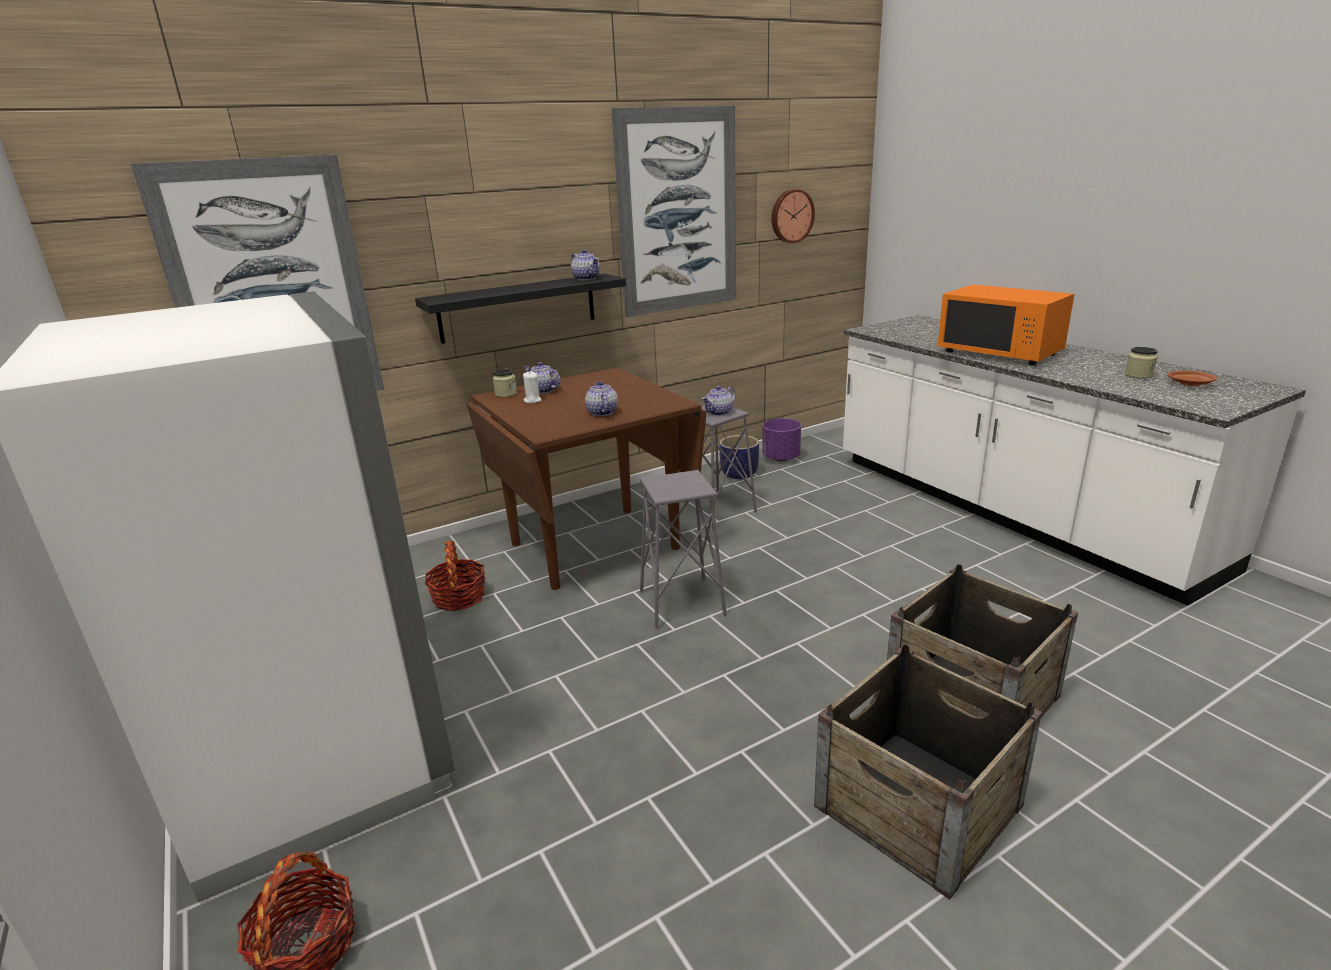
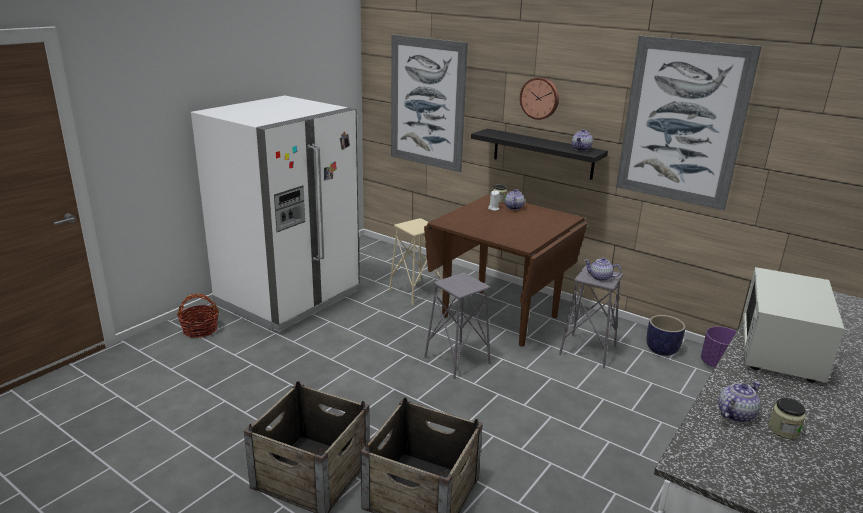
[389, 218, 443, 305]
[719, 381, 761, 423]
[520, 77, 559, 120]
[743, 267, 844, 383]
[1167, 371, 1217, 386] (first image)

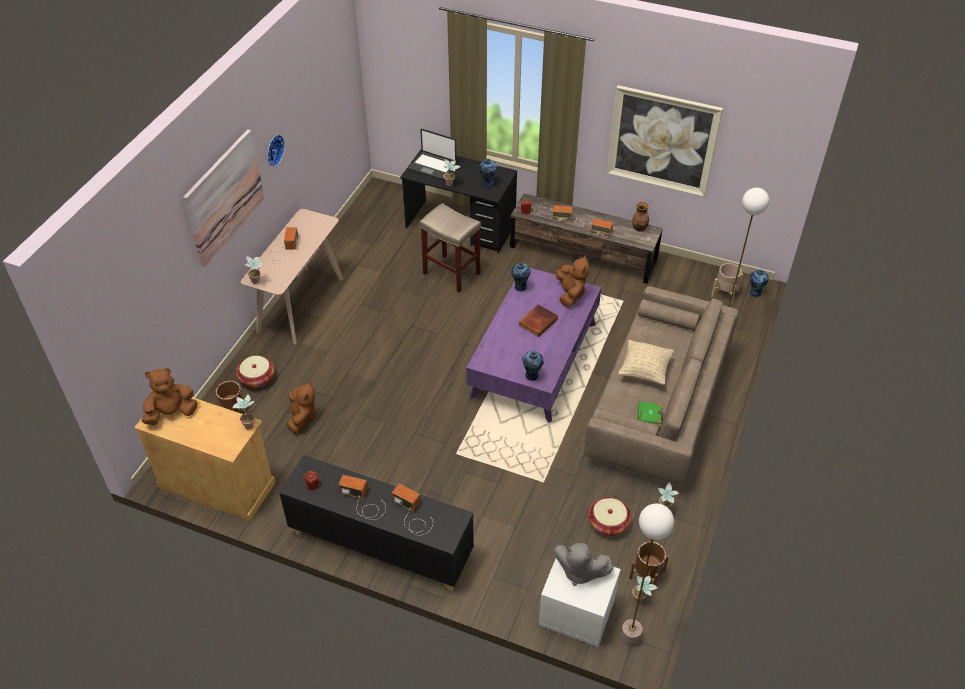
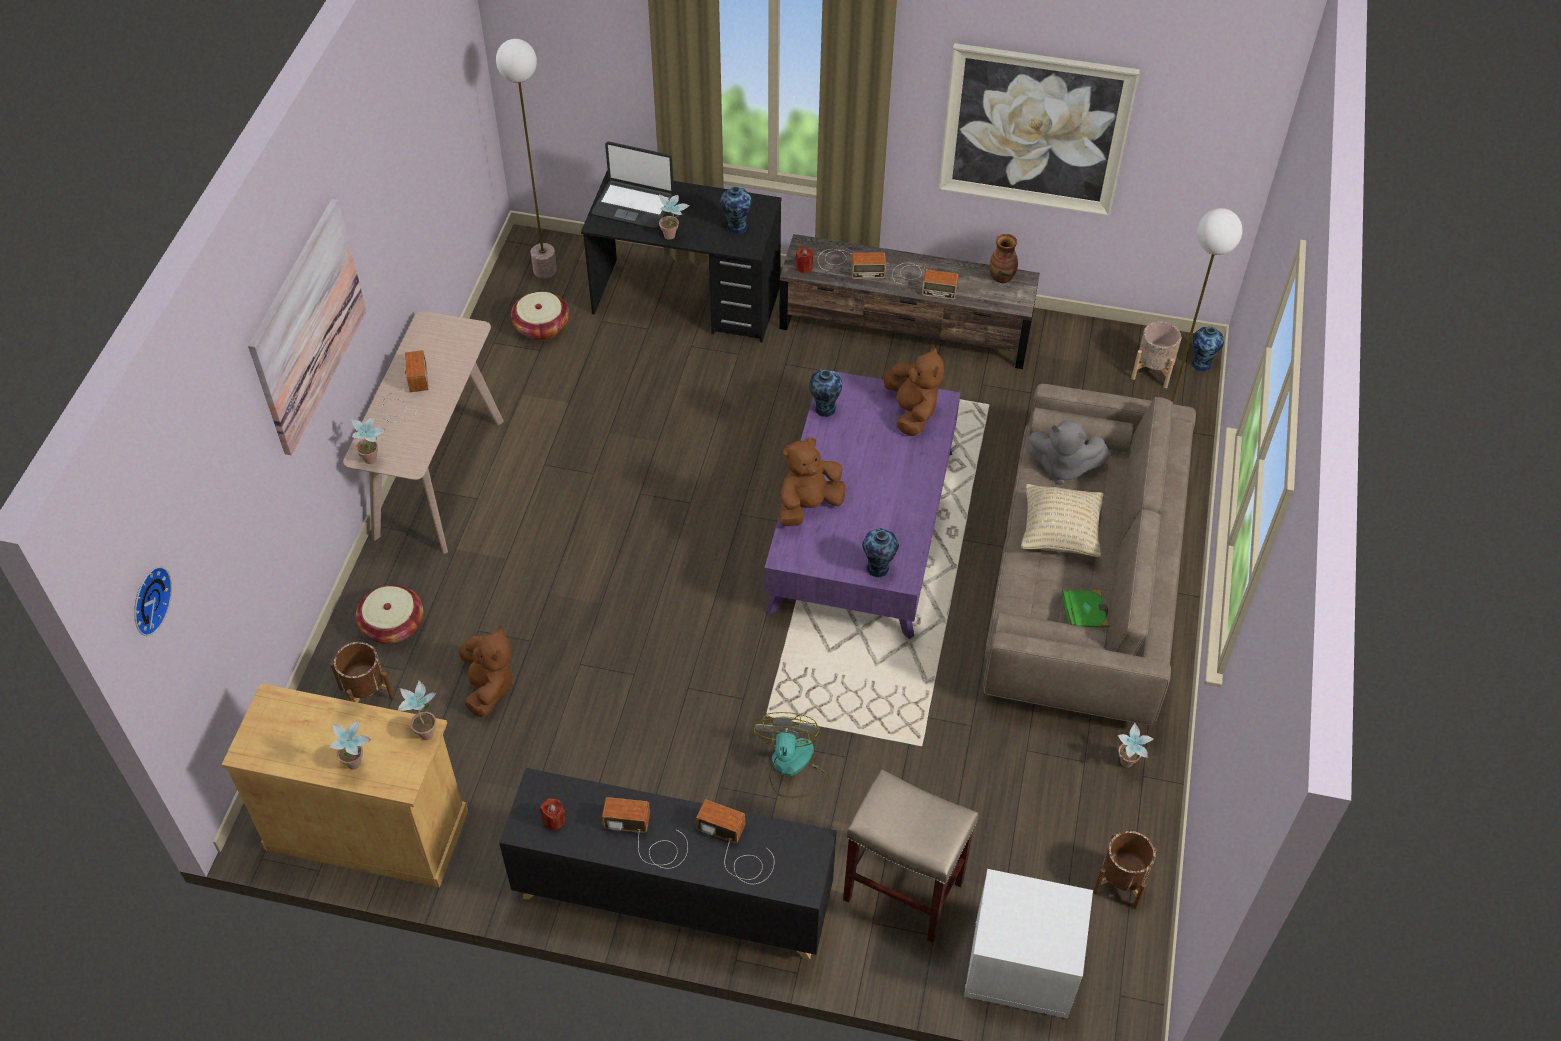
[779, 437, 845, 526]
[134, 566, 172, 636]
[843, 769, 979, 943]
[519, 305, 558, 337] (first image)
[1027, 420, 1111, 484]
[511, 292, 569, 341]
[496, 39, 557, 278]
[330, 721, 371, 770]
[753, 712, 830, 798]

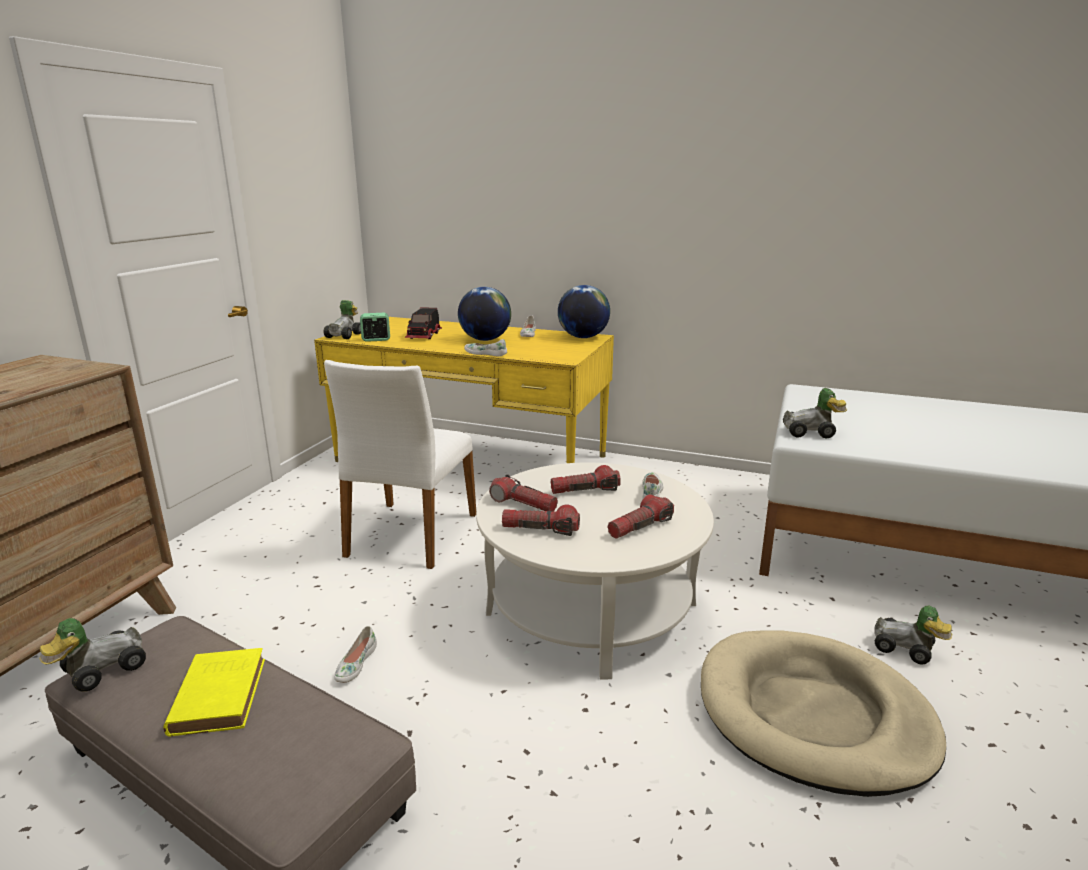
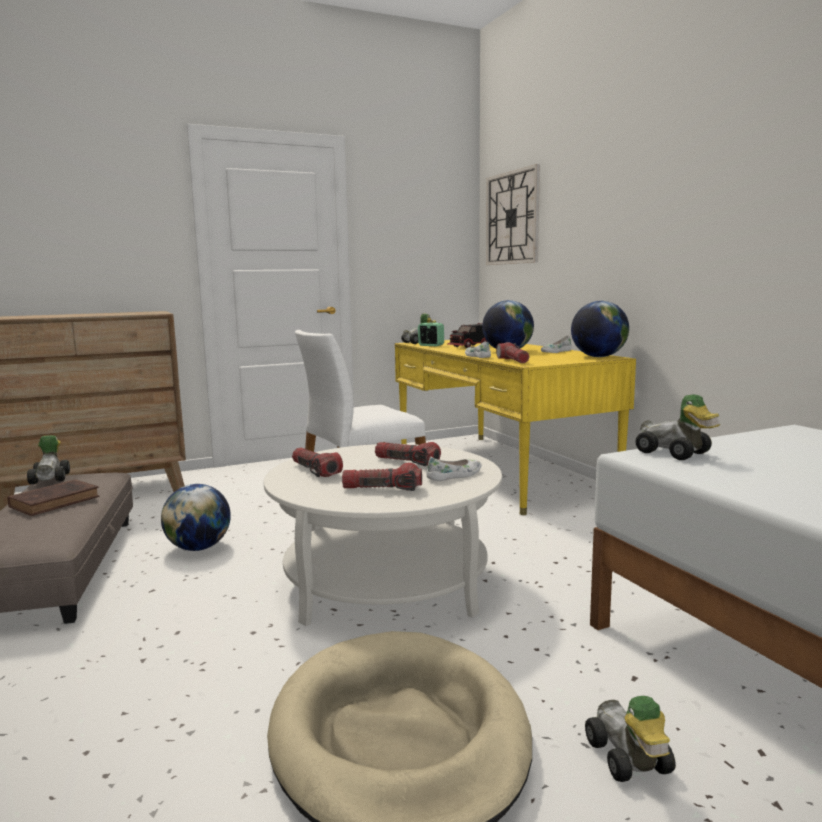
[27, 435, 70, 484]
[7, 479, 100, 516]
[161, 484, 231, 551]
[496, 342, 529, 363]
[486, 164, 540, 265]

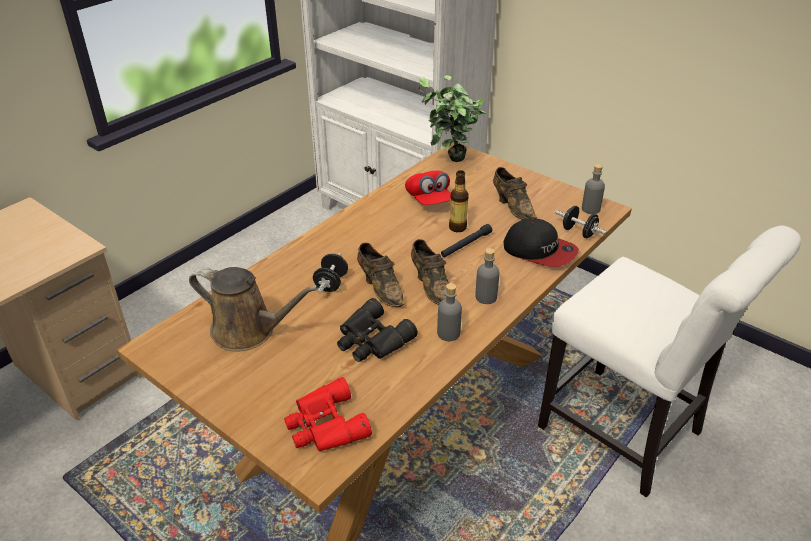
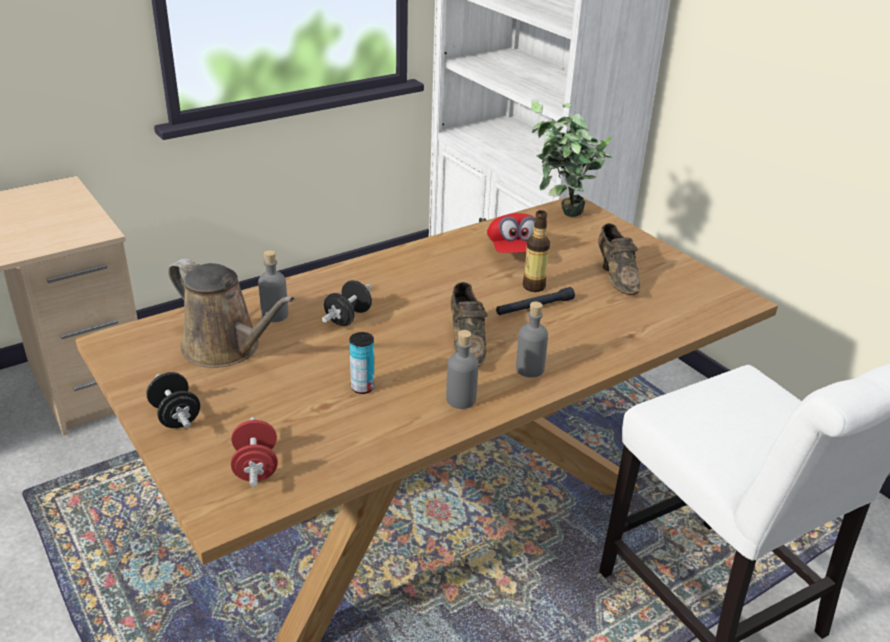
[231, 417, 278, 487]
[349, 332, 374, 394]
[357, 243, 404, 307] (first image)
[504, 218, 579, 267] (first image)
[146, 372, 200, 428]
[258, 250, 288, 322]

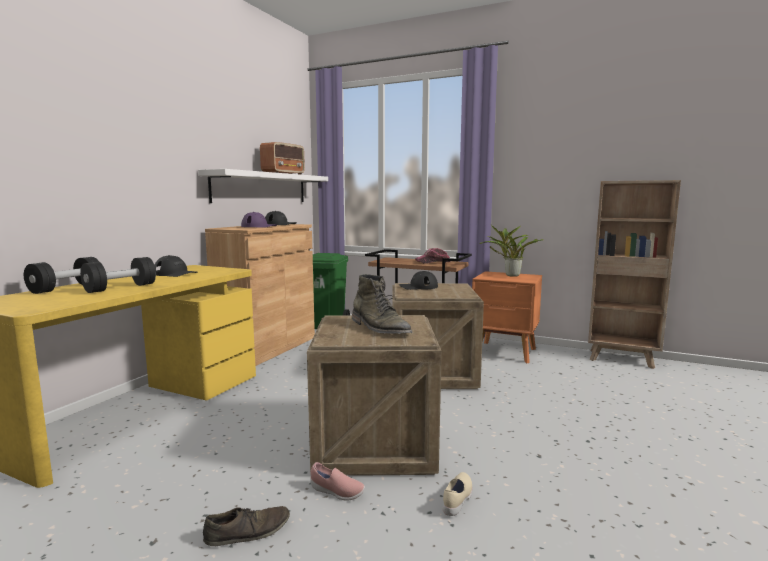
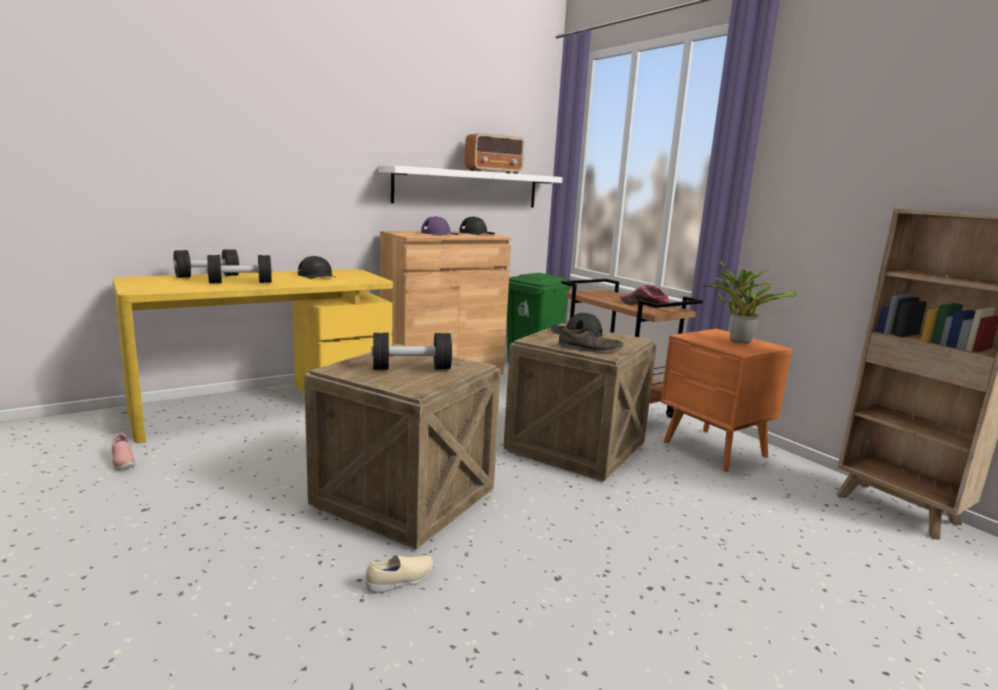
[558, 327, 624, 353]
[112, 433, 135, 470]
[371, 333, 452, 370]

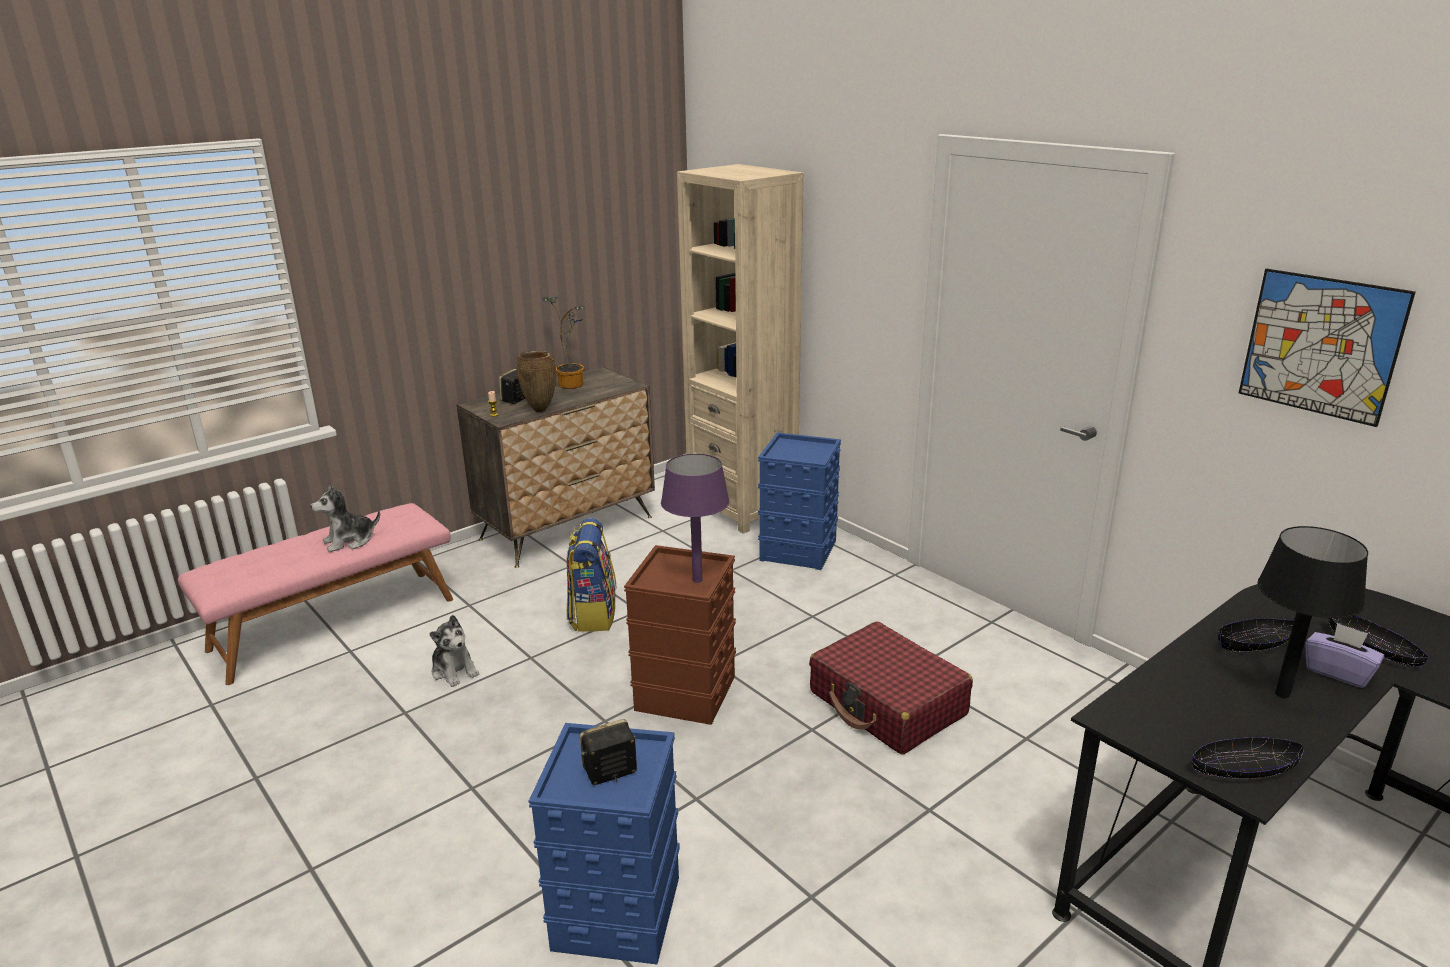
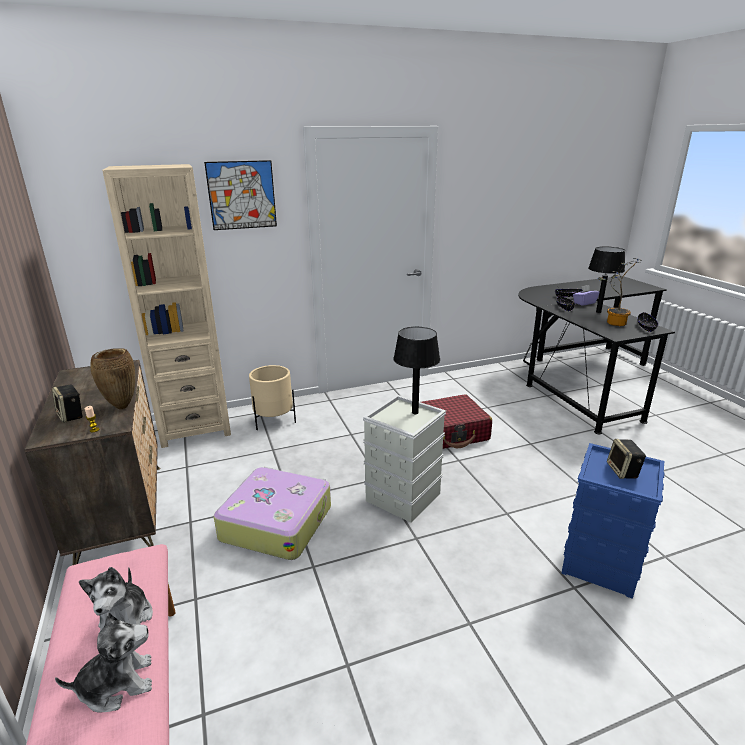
[55, 613, 152, 713]
[598, 258, 640, 326]
[214, 467, 331, 560]
[363, 395, 446, 523]
[393, 327, 440, 414]
[249, 365, 296, 430]
[204, 160, 277, 230]

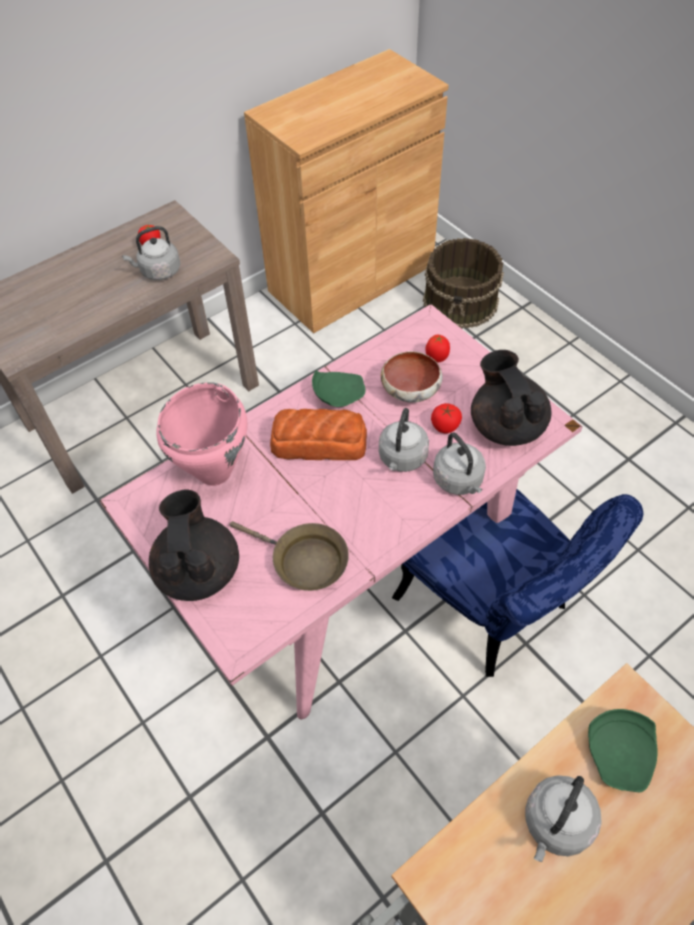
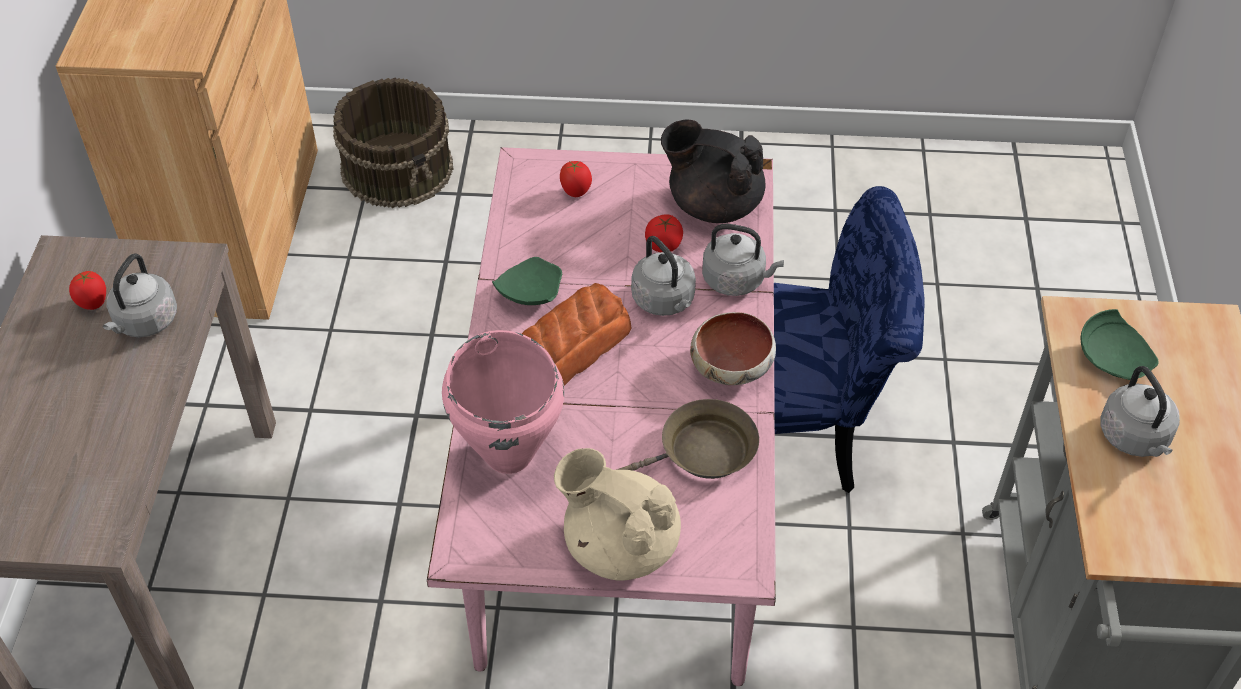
[554, 448, 681, 581]
[690, 312, 776, 385]

